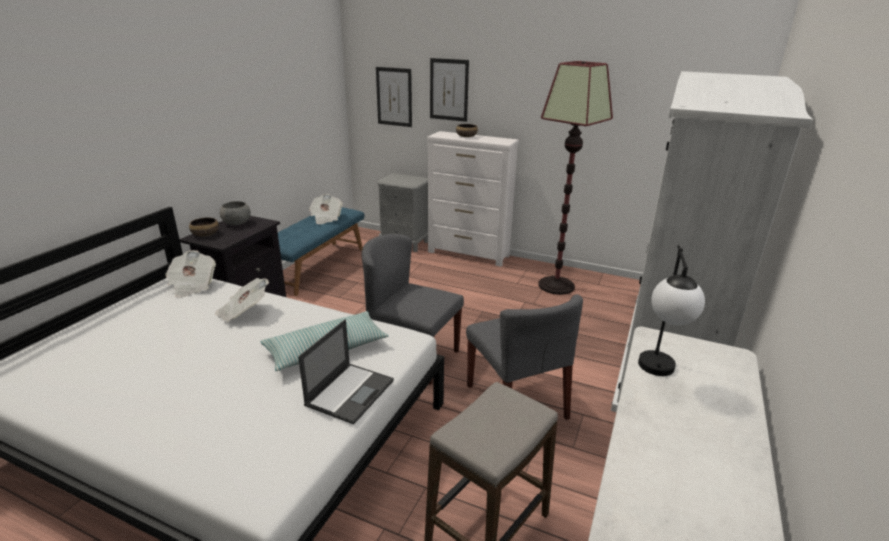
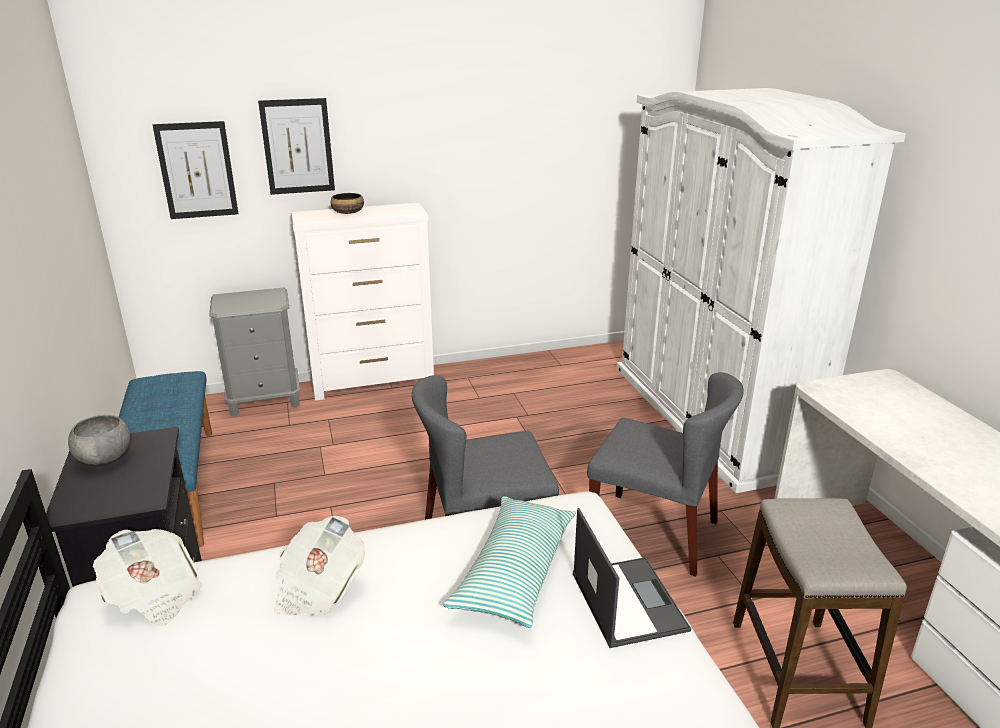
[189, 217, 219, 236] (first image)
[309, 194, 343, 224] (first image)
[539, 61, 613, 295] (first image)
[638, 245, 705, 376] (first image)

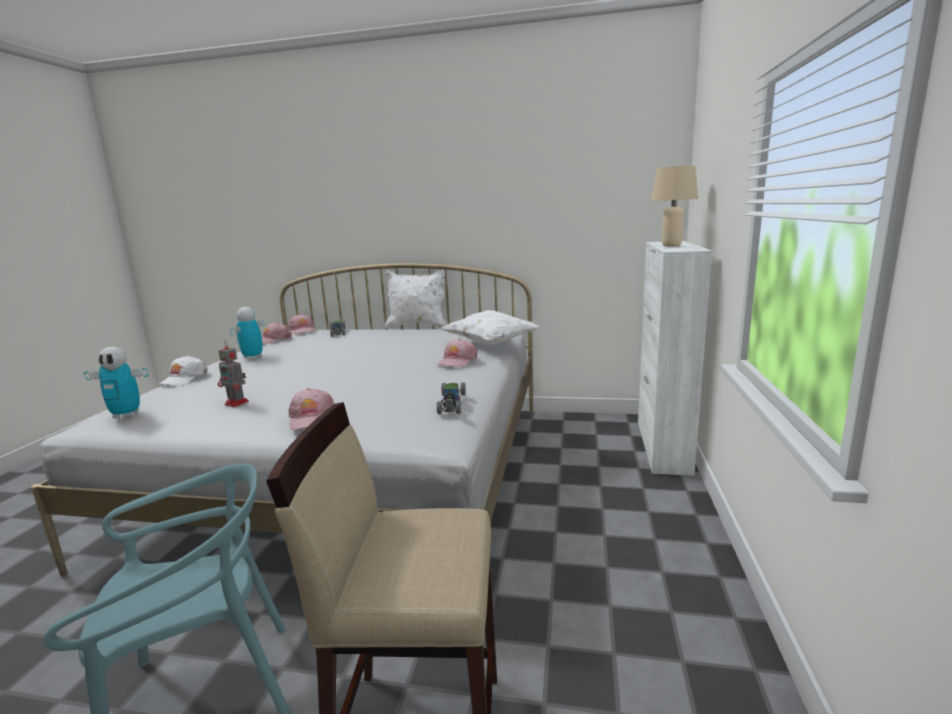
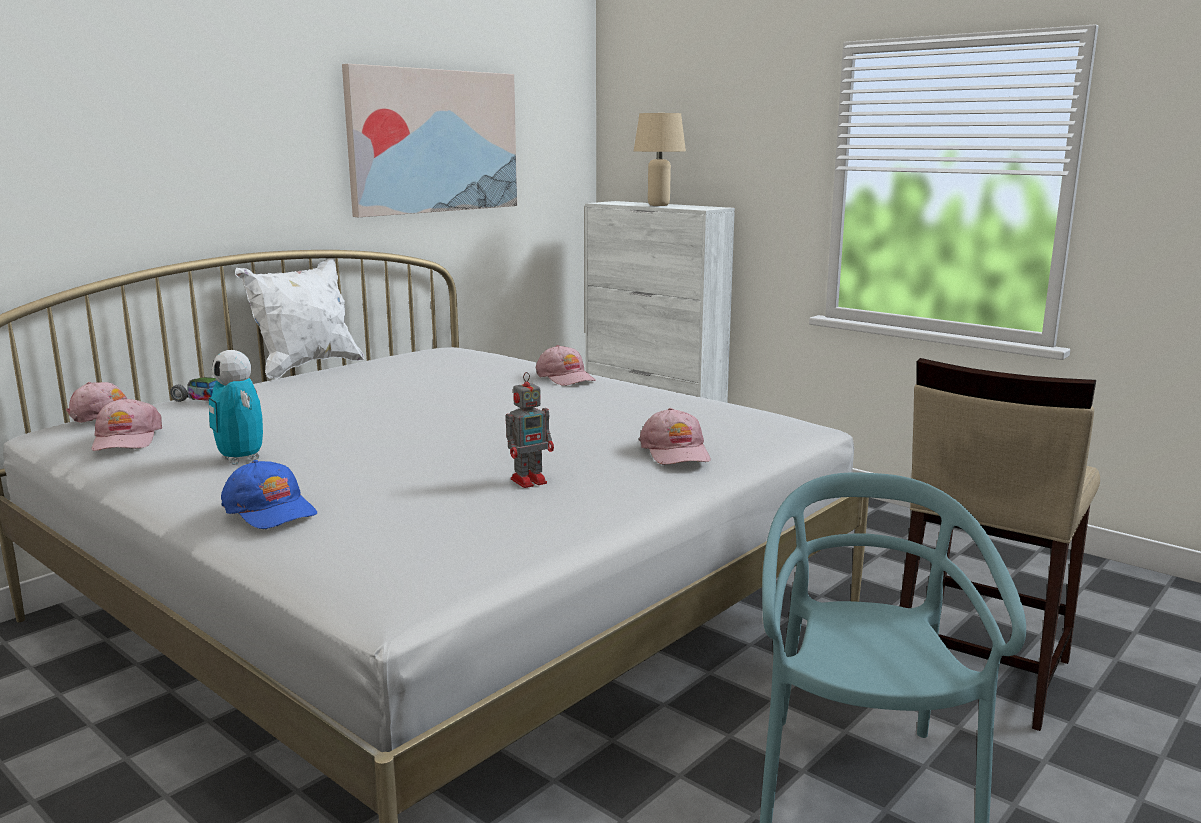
[84, 347, 148, 418] (first image)
[221, 460, 317, 529]
[639, 408, 711, 465]
[437, 382, 466, 414] (first image)
[440, 310, 540, 345] (first image)
[342, 64, 517, 217]

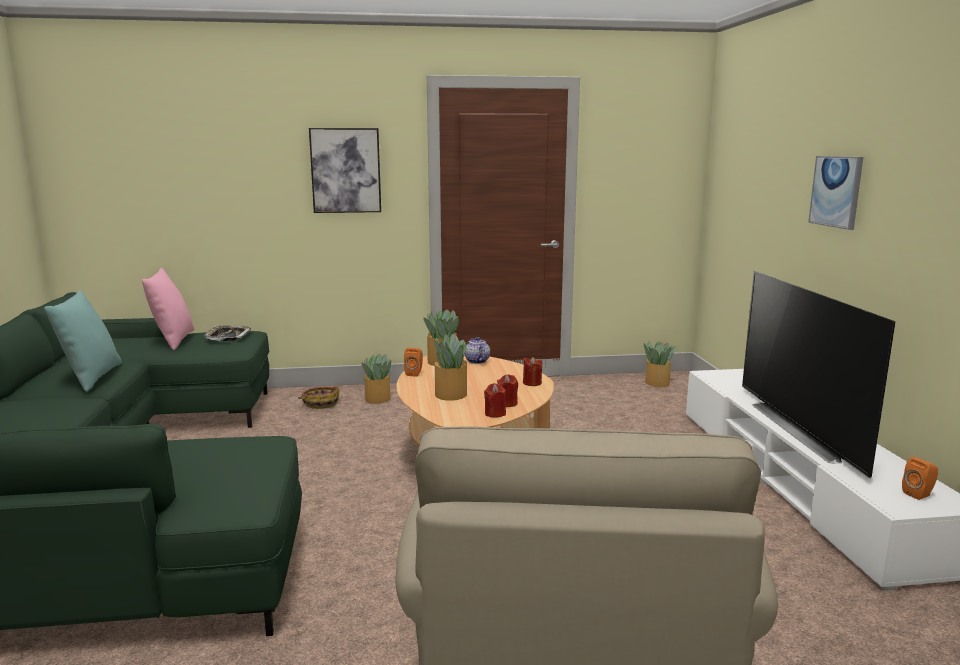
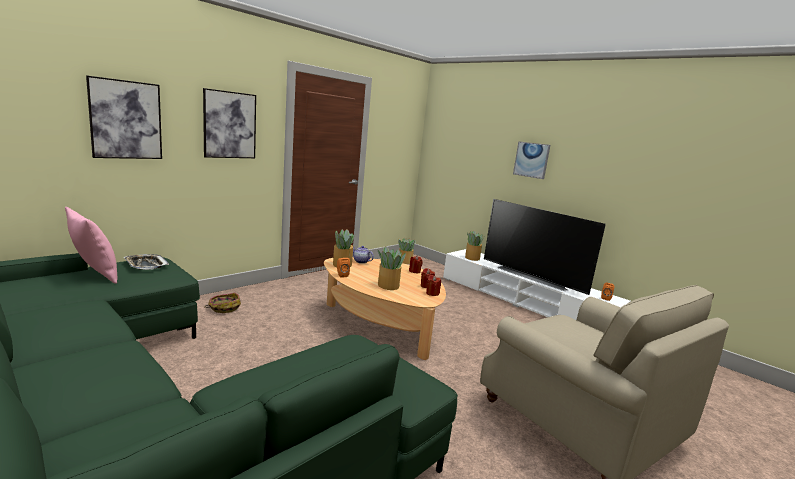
[44, 290, 122, 392] (first image)
[465, 230, 484, 261]
[86, 75, 162, 159]

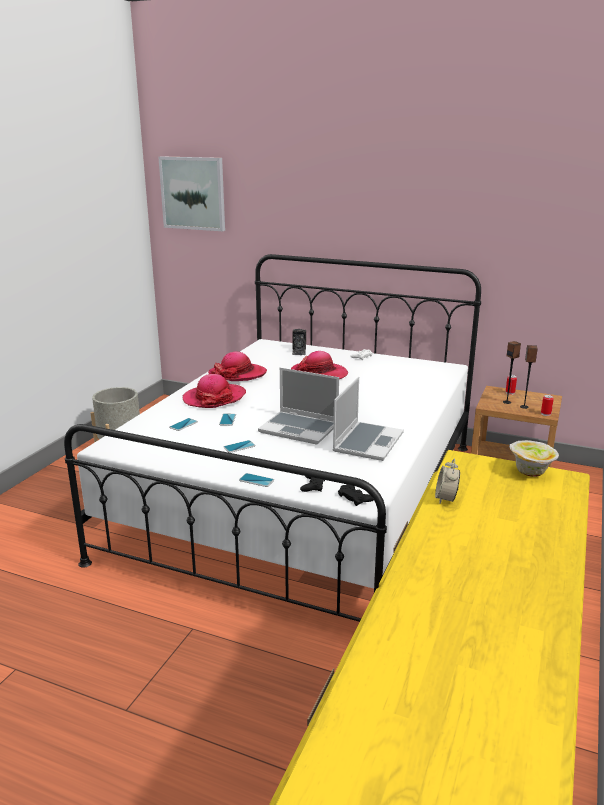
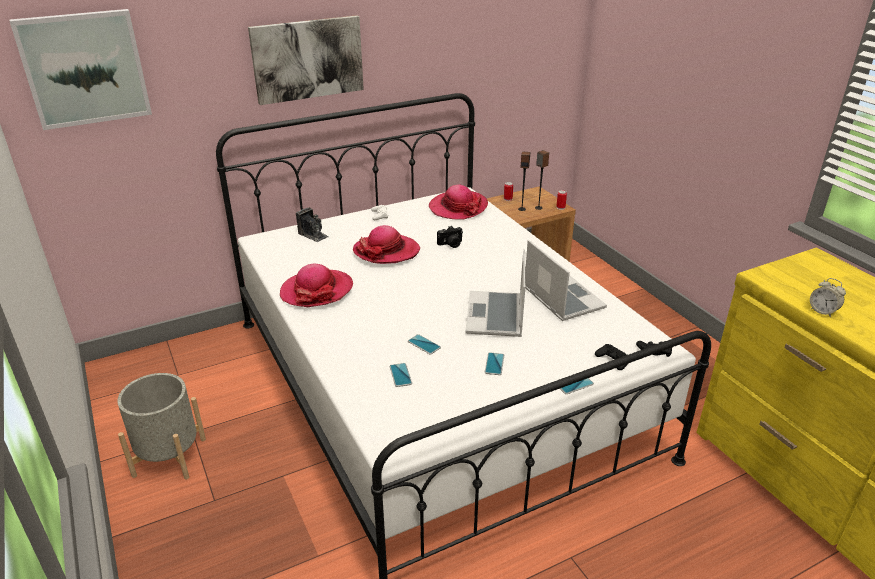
[429, 184, 488, 220]
[465, 249, 525, 337]
[509, 440, 559, 477] (first image)
[248, 15, 364, 105]
[437, 226, 463, 248]

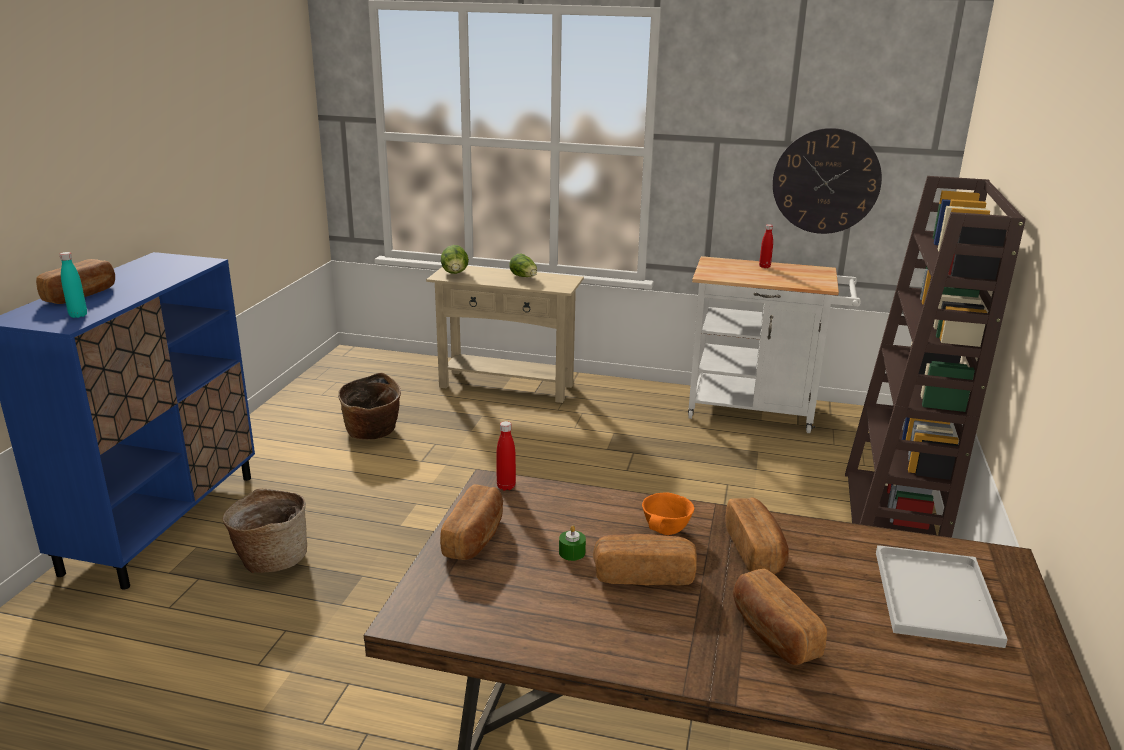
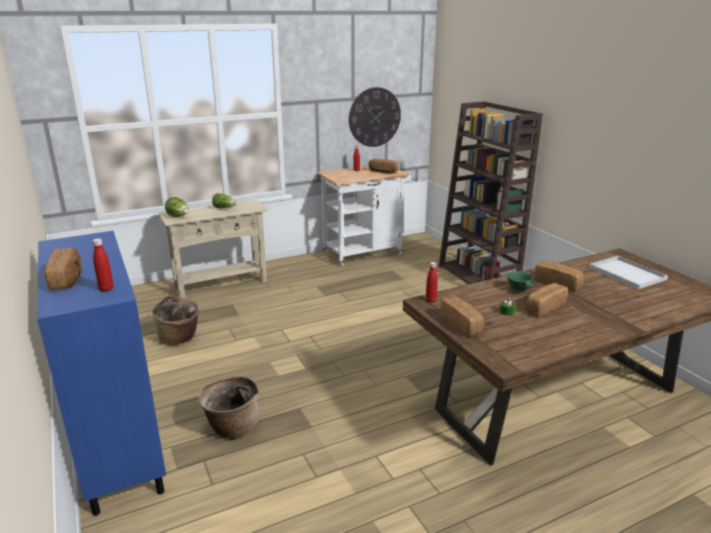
[93, 238, 113, 291]
[507, 271, 534, 291]
[369, 158, 399, 174]

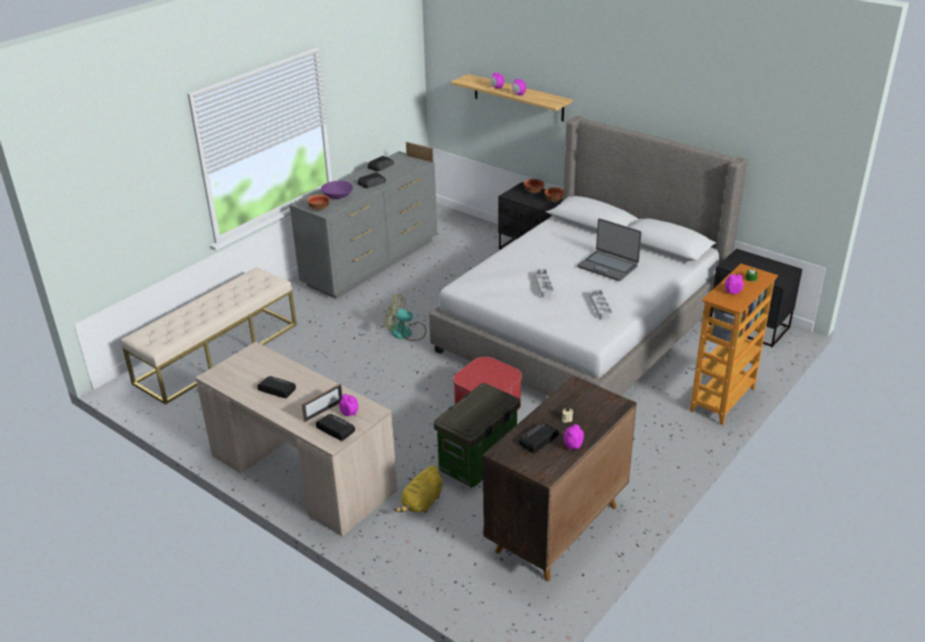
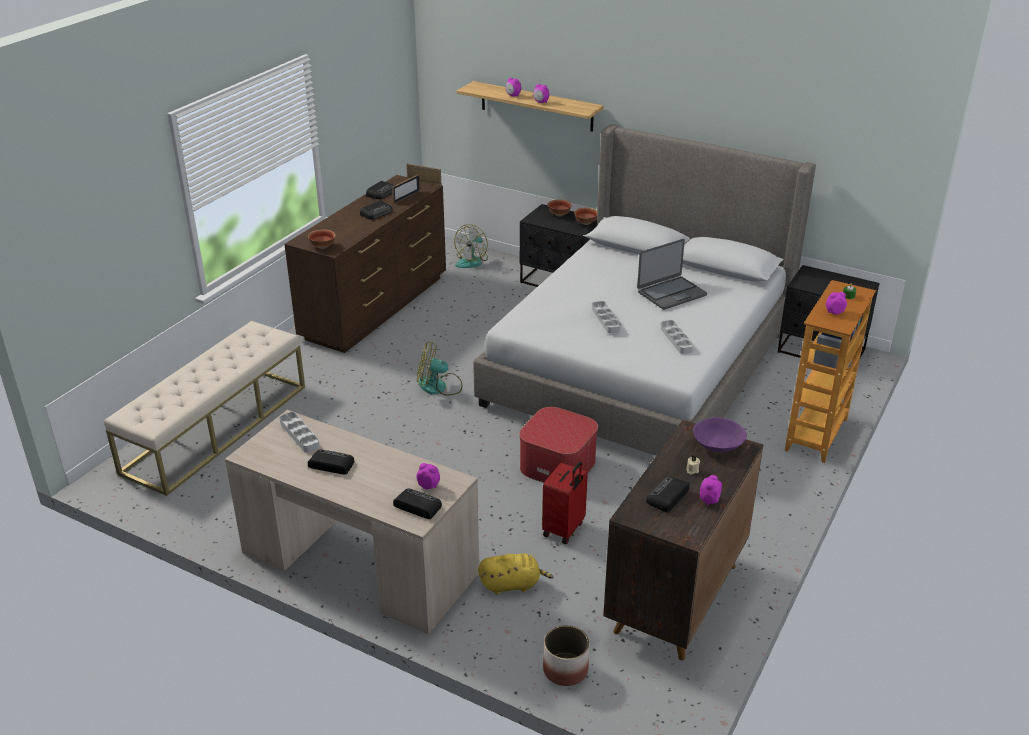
[284, 175, 446, 353]
[392, 174, 420, 204]
[693, 417, 747, 453]
[478, 553, 554, 594]
[542, 461, 588, 544]
[637, 239, 707, 310]
[280, 412, 320, 453]
[454, 224, 488, 268]
[543, 625, 589, 686]

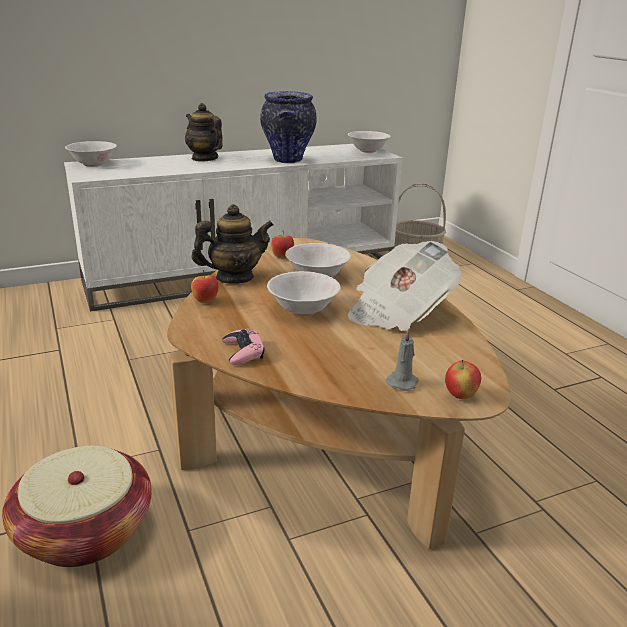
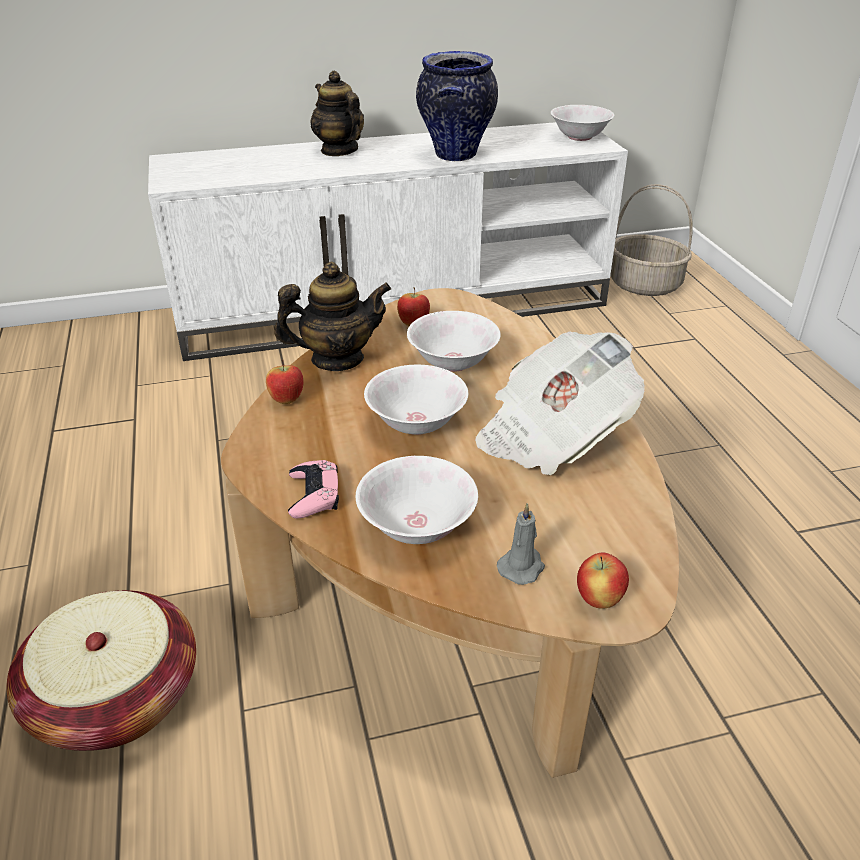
[356, 456, 478, 544]

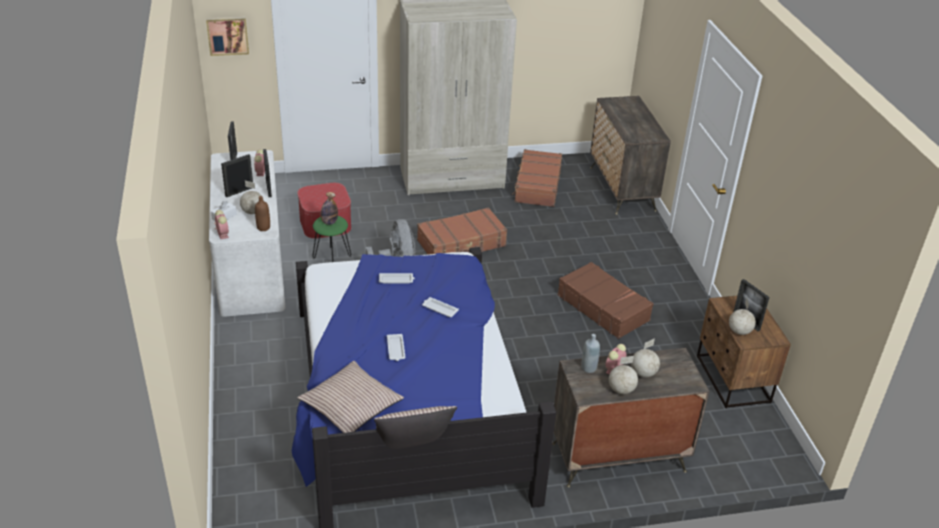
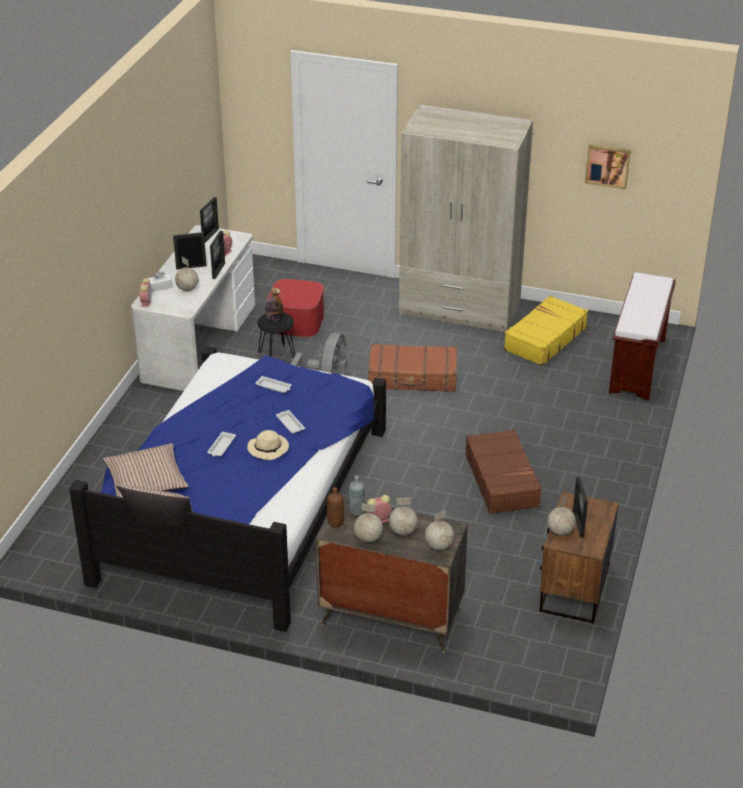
[585, 144, 631, 189]
[327, 487, 344, 528]
[257, 312, 296, 358]
[504, 295, 588, 366]
[609, 272, 676, 401]
[247, 430, 289, 460]
[425, 510, 454, 550]

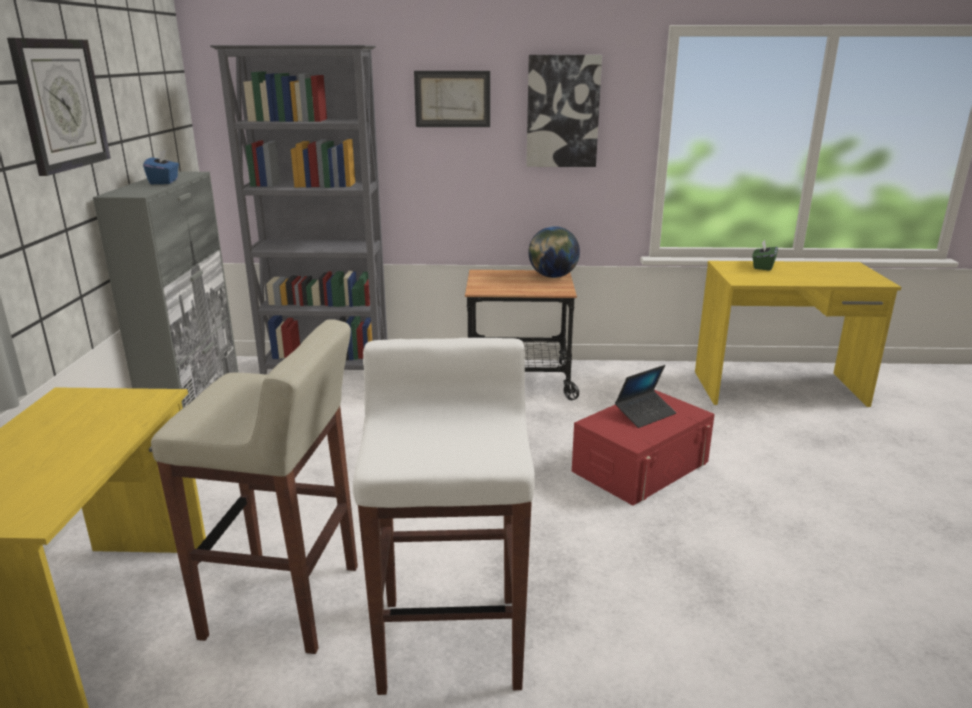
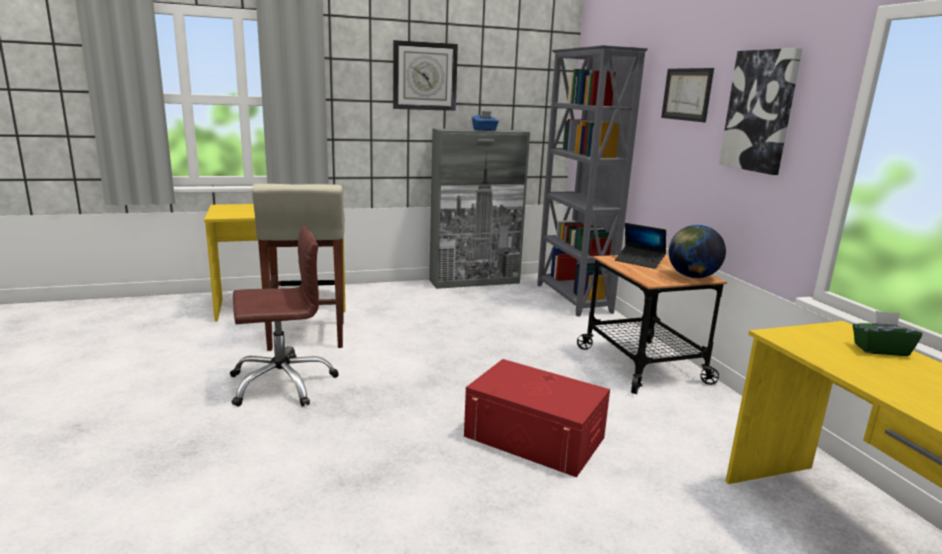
[230, 225, 339, 407]
[615, 223, 666, 269]

